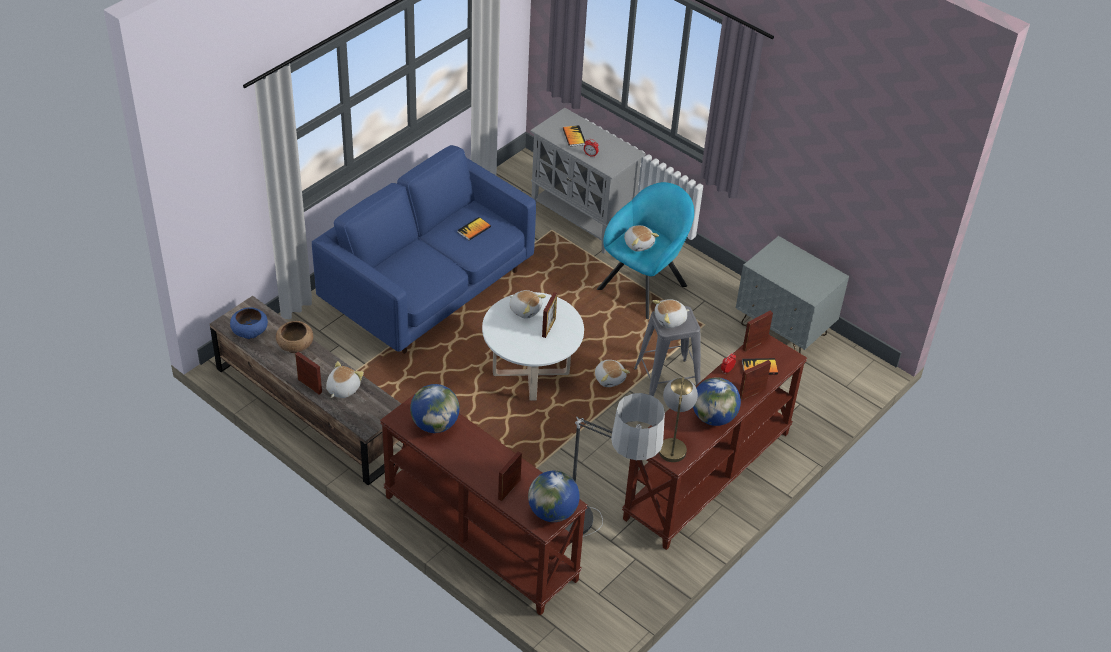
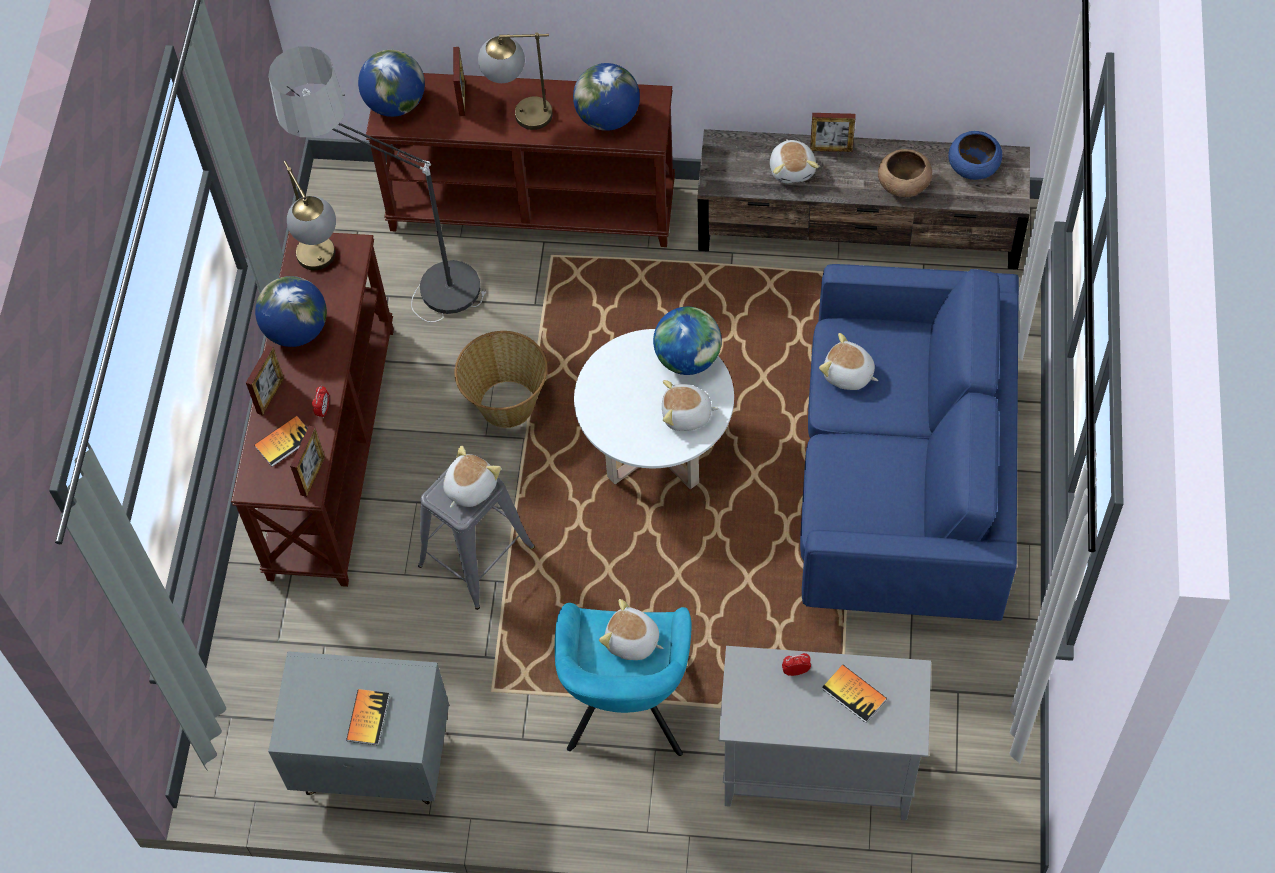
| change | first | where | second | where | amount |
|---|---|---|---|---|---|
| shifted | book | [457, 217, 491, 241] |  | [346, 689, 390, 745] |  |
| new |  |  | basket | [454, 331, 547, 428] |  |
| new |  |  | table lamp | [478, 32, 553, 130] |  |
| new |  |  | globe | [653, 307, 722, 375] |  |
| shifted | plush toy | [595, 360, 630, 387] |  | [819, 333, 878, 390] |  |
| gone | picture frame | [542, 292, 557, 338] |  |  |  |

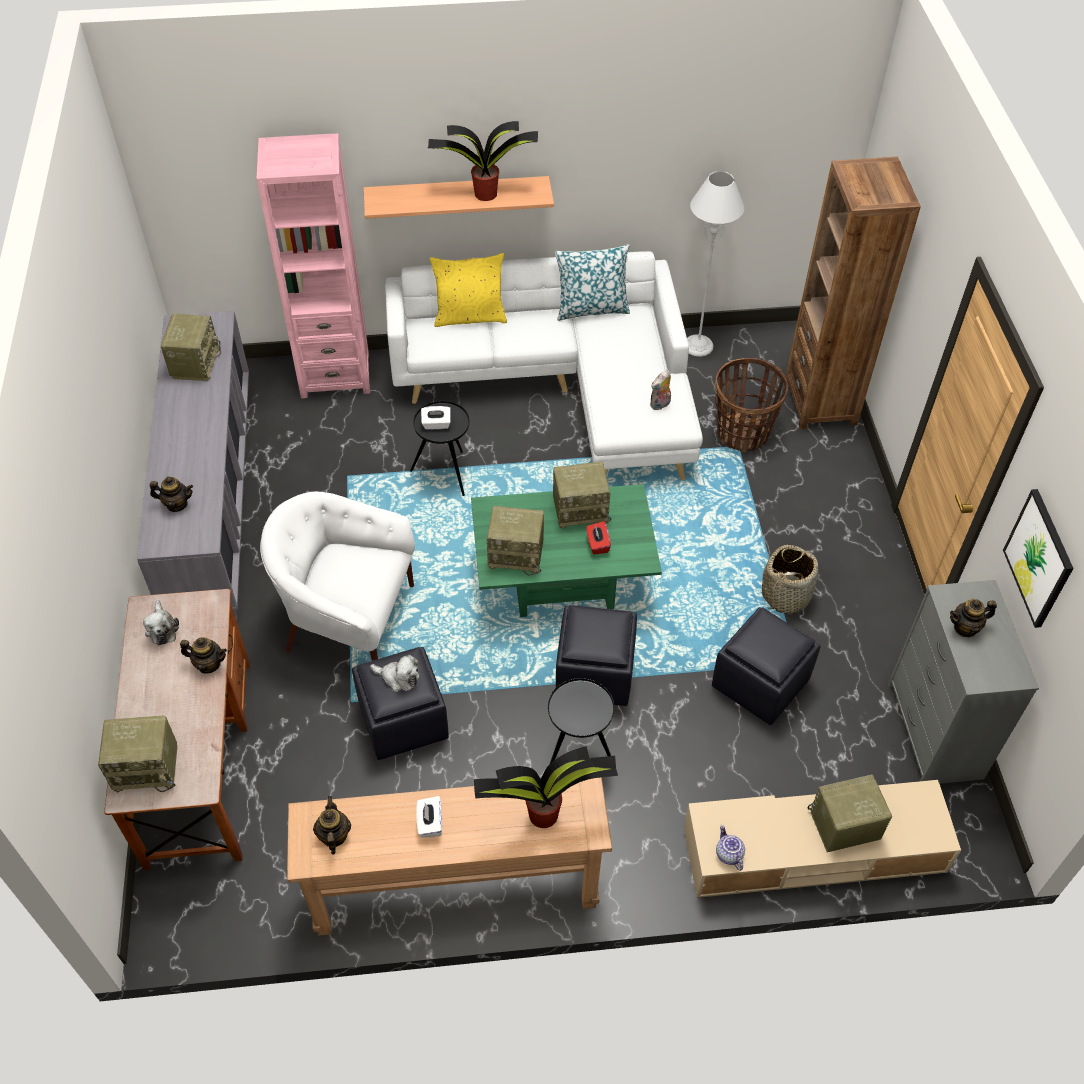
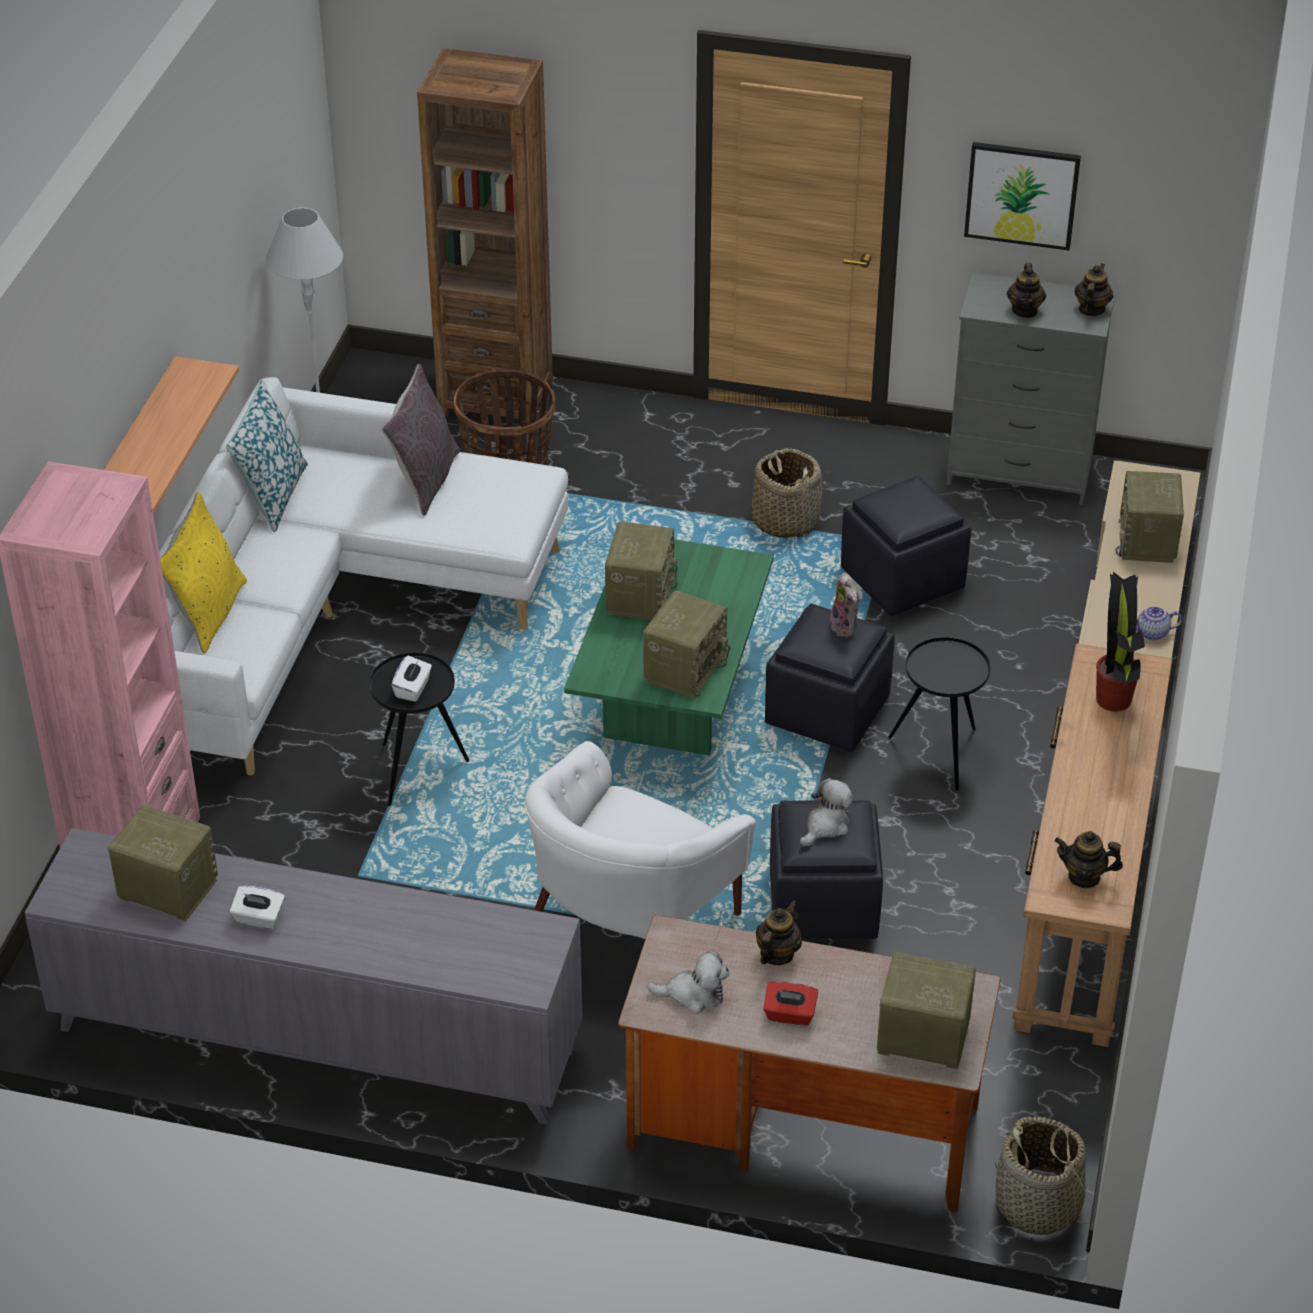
| change | first | where | second | where | amount |
|---|---|---|---|---|---|
| shifted | white tissue box | [417, 796, 442, 837] |  | [230, 886, 285, 930] |  |
| new |  |  | grey pillow | [382, 364, 460, 516] |  |
| shifted | red tissue box | [586, 521, 611, 554] |  | [763, 981, 818, 1026] |  |
| shifted | plush toy | [650, 370, 671, 411] |  | [830, 573, 861, 637] |  |
| rotated | radio | [98, 715, 178, 792] |  | [877, 952, 976, 1069] | 90 degrees counterclockwise |
| new |  |  | basket | [995, 1116, 1093, 1235] |  |
| shifted | teapot | [150, 477, 193, 512] |  | [1075, 263, 1113, 316] |  |
| gone | potted plant | [428, 121, 538, 201] |  |  |  |

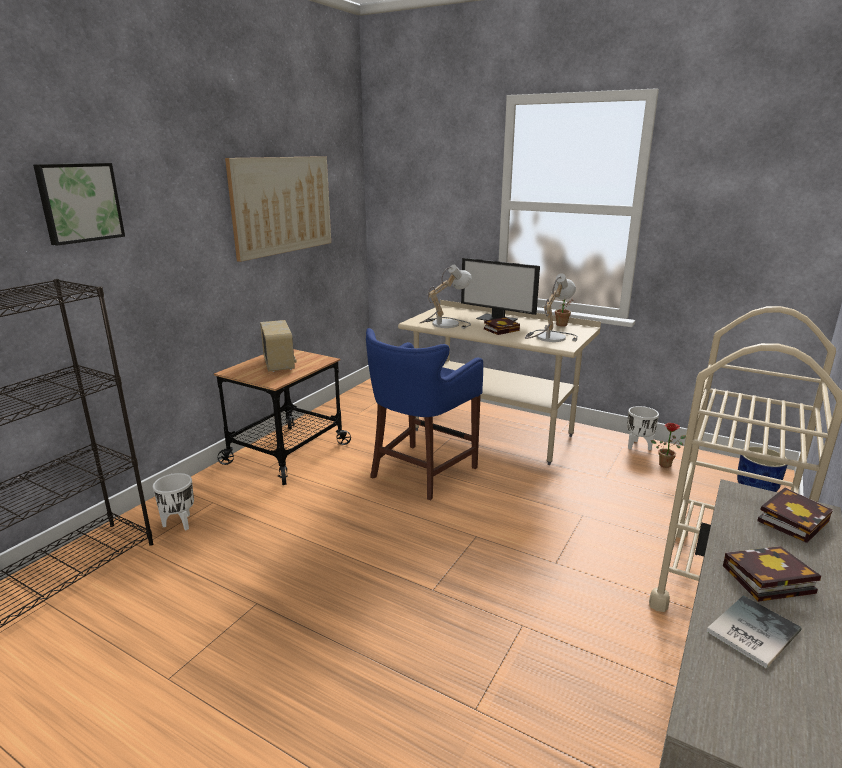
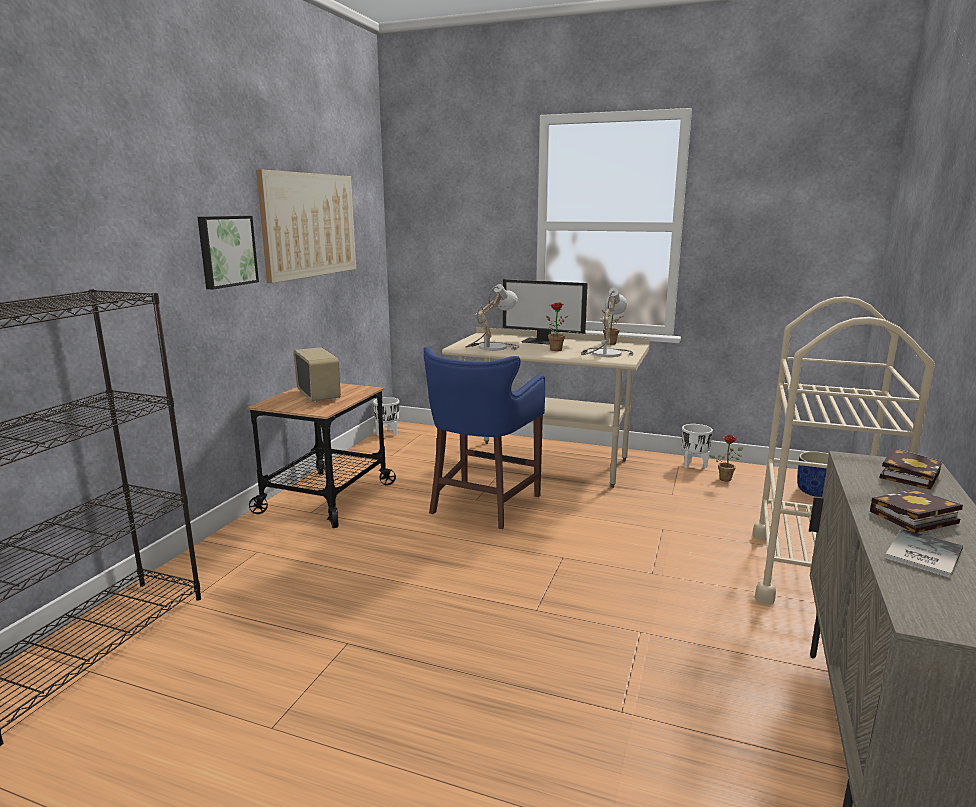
| change | first | where | second | where | amount |
|---|---|---|---|---|---|
| shifted | picture | [33, 163, 125, 246] |  | [197, 216, 259, 289] |  |
| shifted | white planter | [153, 473, 194, 531] |  | [373, 397, 399, 436] |  |
| swapped | book | [484, 317, 520, 335] | potted plant | [546, 303, 568, 351] |  |

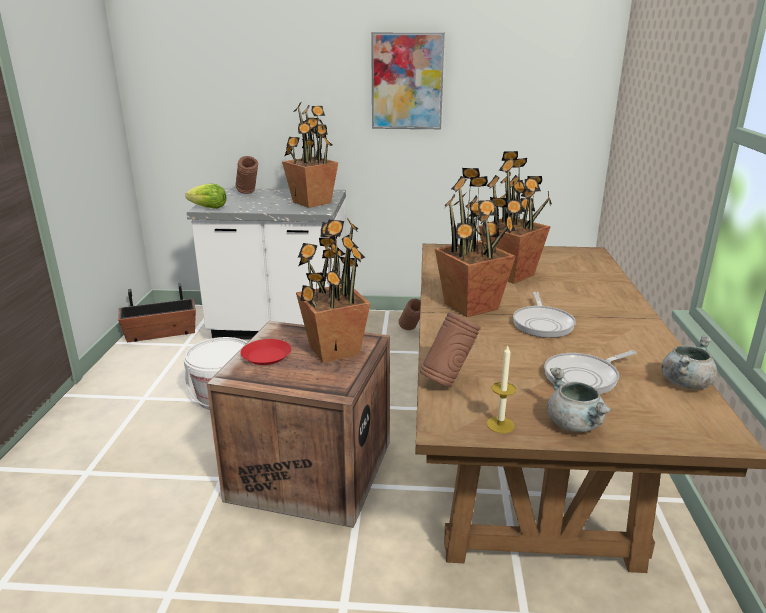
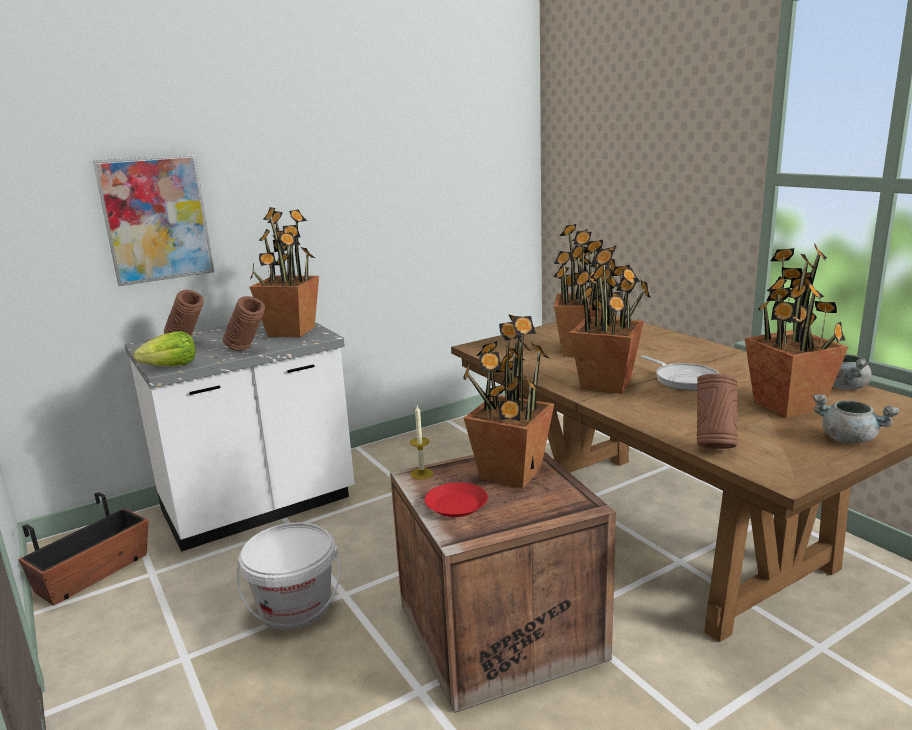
| change | first | where | second | where | amount |
|---|---|---|---|---|---|
| shifted | picture | [371, 32, 445, 129] |  | [93, 154, 214, 286] |  |
| shifted | brown vase | [398, 299, 421, 330] |  | [223, 296, 265, 351] |  |
| shifted | candle | [486, 346, 516, 433] |  | [410, 406, 433, 480] |  |
| swapped | frying pan | [544, 350, 636, 394] | potted plant | [745, 244, 848, 418] |  |

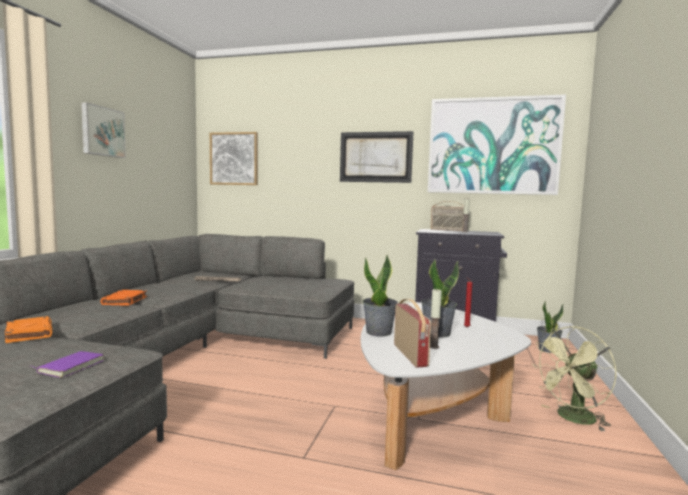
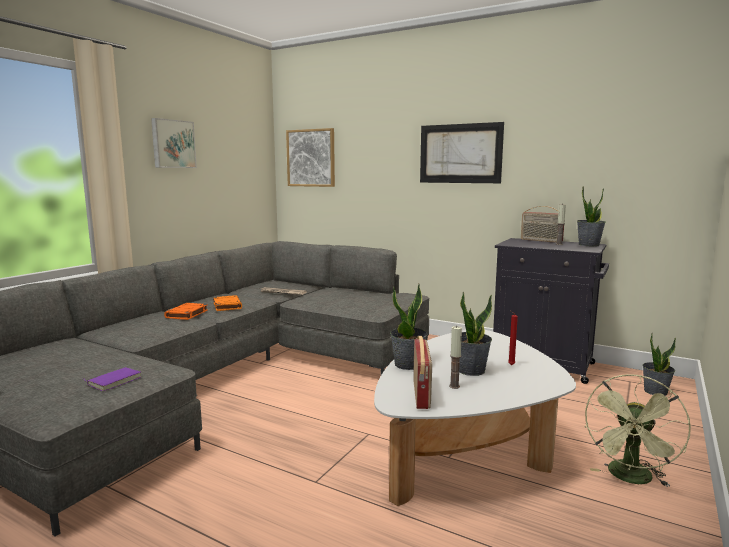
| change | first | where | second | where | amount |
|---|---|---|---|---|---|
| shifted | orange book | [4, 316, 53, 343] |  | [213, 295, 242, 311] |  |
| new |  |  | potted plant | [577, 187, 605, 246] |  |
| rotated | green fan | [532, 326, 617, 432] |  | [585, 374, 691, 487] | 45 degrees counterclockwise |
| gone | picture | [428, 94, 566, 195] |  |  |  |

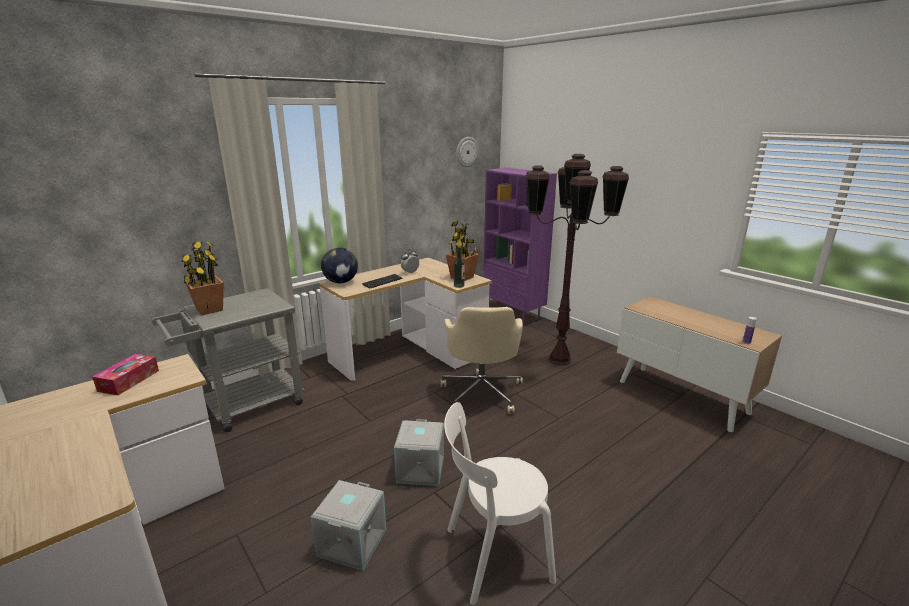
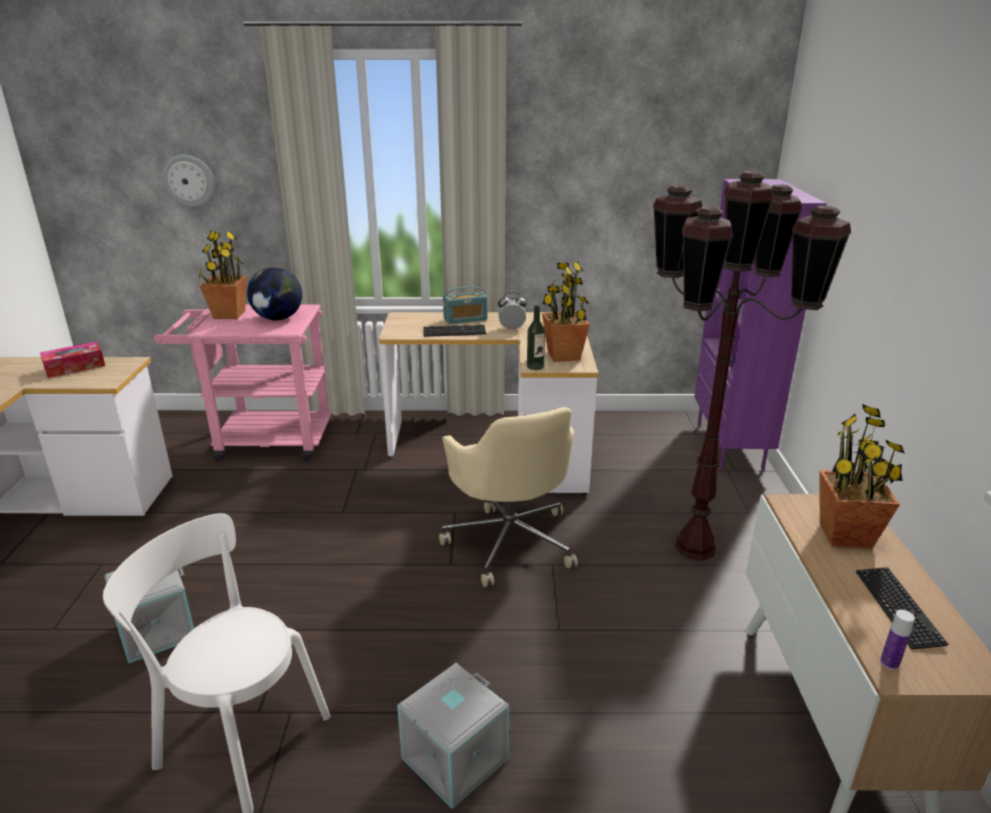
| change | first | where | second | where | amount |
|---|---|---|---|---|---|
| repainted | grey cart | [152, 288, 305, 432] | pink cart | [154, 305, 332, 461] |  |
| shifted | wall clock | [456, 137, 479, 167] |  | [162, 155, 215, 207] |  |
| shifted | globe | [321, 247, 358, 283] |  | [247, 267, 302, 320] |  |
| shifted | grey storage box | [394, 419, 444, 486] |  | [397, 663, 509, 809] |  |
| rotated | beige office chair | [440, 307, 523, 414] |  | [439, 407, 578, 587] | 60 degrees counterclockwise |
| new |  |  | radio | [443, 286, 487, 324] |  |
| new |  |  | potted plant | [819, 404, 905, 549] |  |
| new |  |  | keyboard | [856, 567, 948, 649] |  |

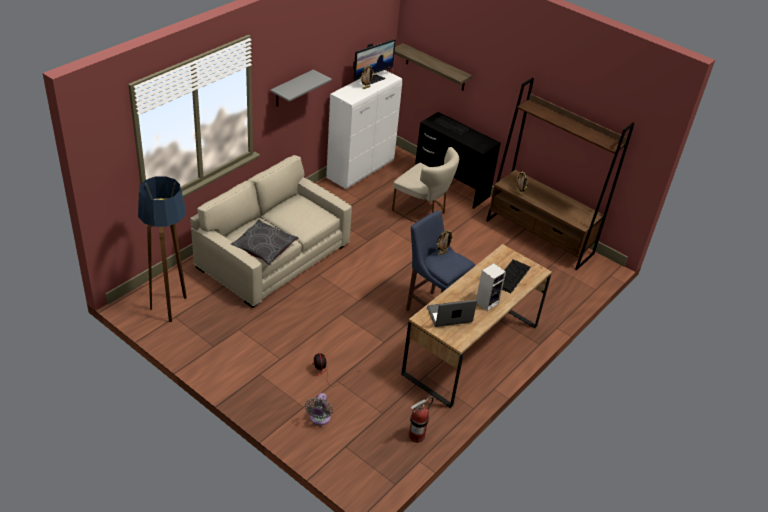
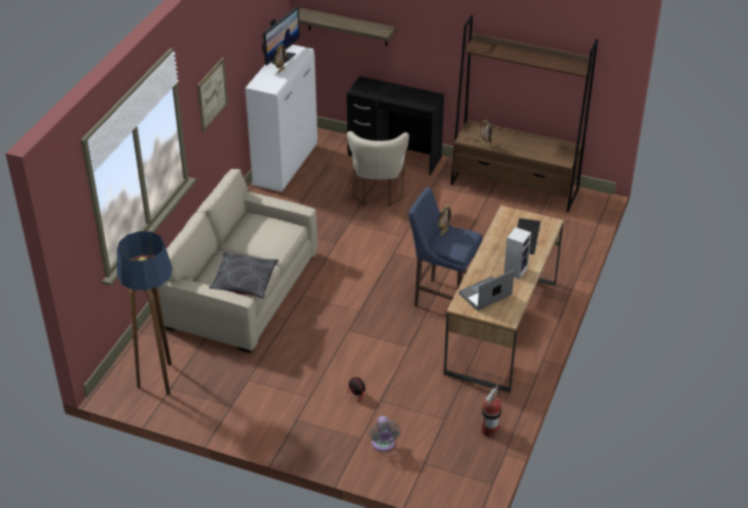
| change | first | where | second | where | amount |
|---|---|---|---|---|---|
| swapped | grey shelf | [270, 69, 332, 106] | picture | [197, 57, 228, 132] |  |
| rotated | beige chair | [392, 147, 459, 223] |  | [347, 131, 409, 206] | 75 degrees clockwise |

